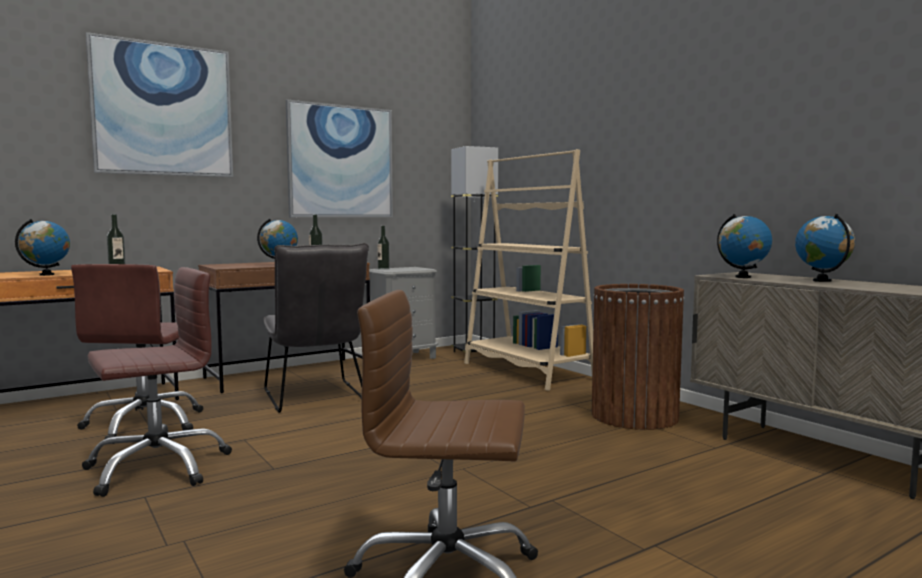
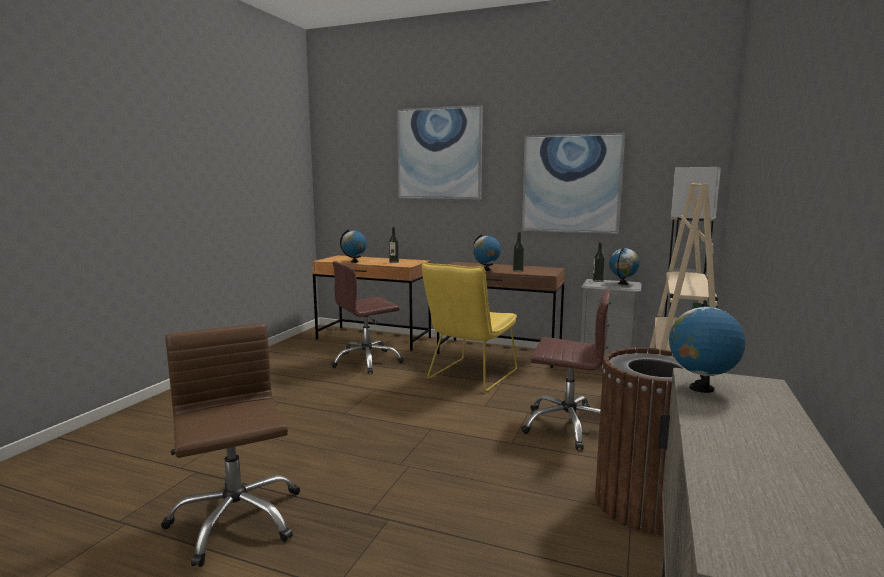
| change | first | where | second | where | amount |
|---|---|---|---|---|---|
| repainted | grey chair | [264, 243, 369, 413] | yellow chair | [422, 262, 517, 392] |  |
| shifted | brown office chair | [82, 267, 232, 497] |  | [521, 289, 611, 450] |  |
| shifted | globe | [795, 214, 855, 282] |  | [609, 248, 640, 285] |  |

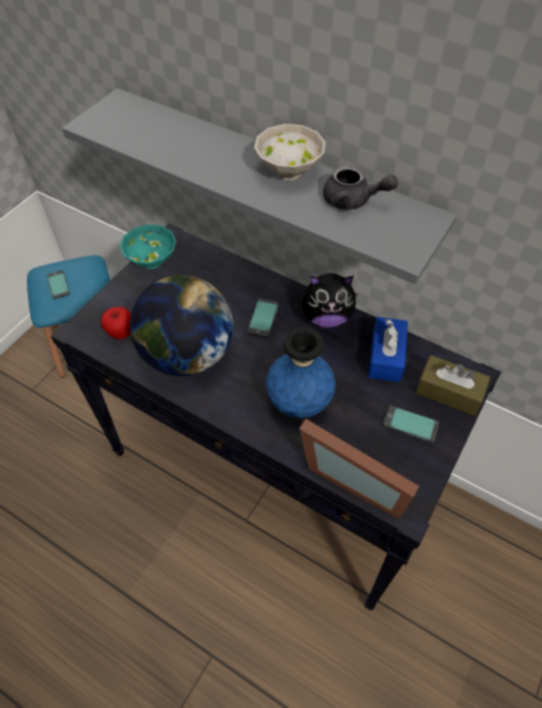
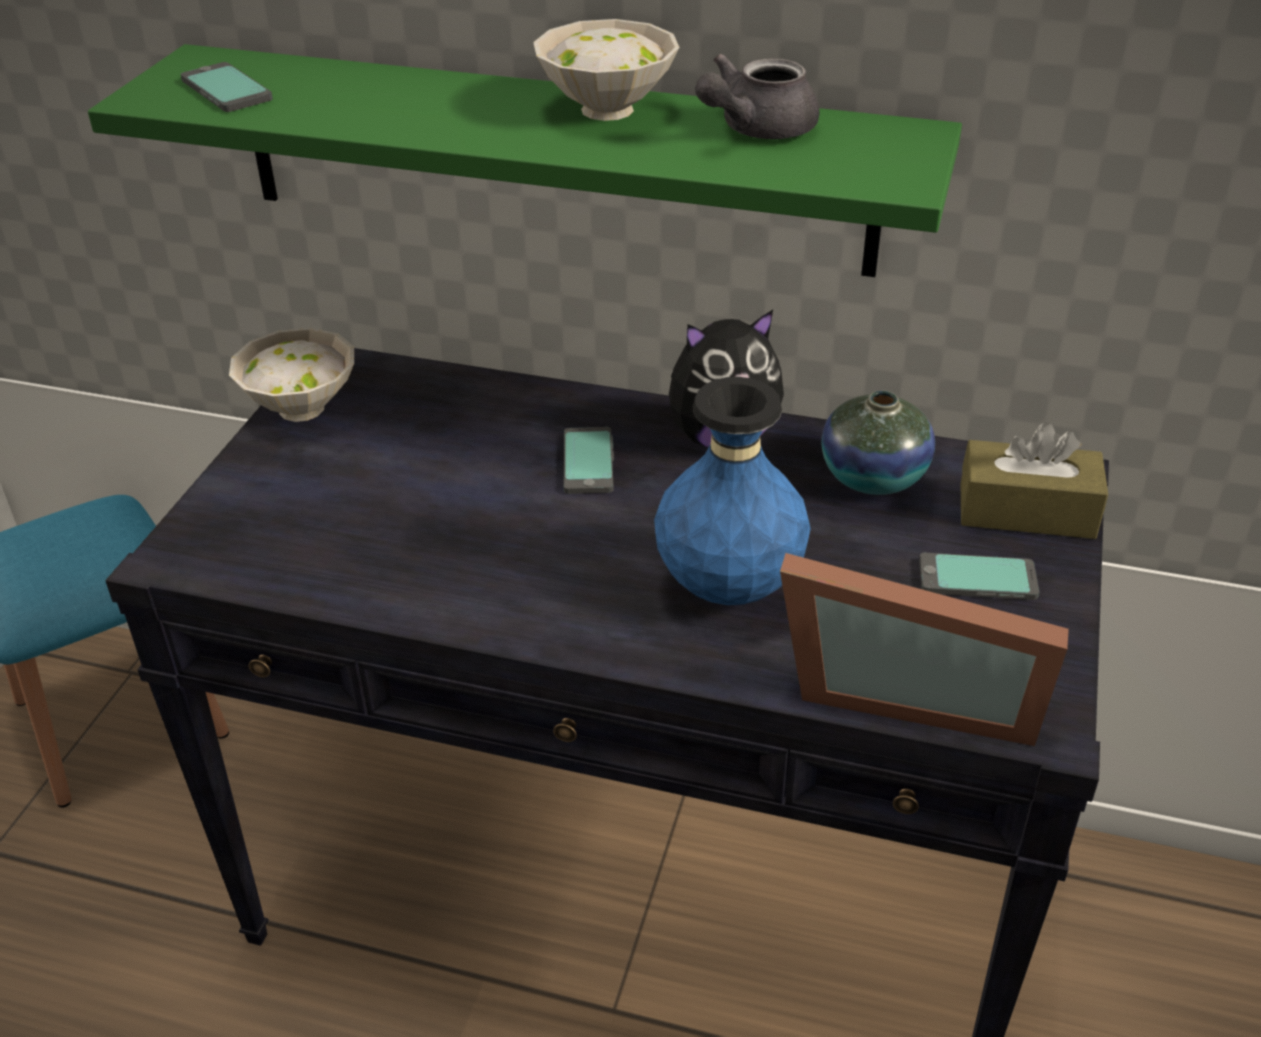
| change | first | where | second | where | amount |
|---|---|---|---|---|---|
| repainted | grey shelf | [62, 88, 457, 284] | green shelf | [88, 44, 962, 277] |  |
| shifted | phone | [47, 270, 70, 299] |  | [181, 62, 273, 112] |  |
| repainted | turquoise bowl | [120, 224, 176, 269] | white bowl | [229, 328, 354, 422] |  |
| rotated | grey teapot | [323, 165, 398, 210] |  | [695, 54, 820, 139] | 135 degrees clockwise |
| swapped | blue tissue box | [368, 317, 408, 382] | vase | [821, 390, 935, 495] |  |
| gone | apple | [101, 307, 131, 340] |  |  |  |
| gone | globe | [130, 274, 233, 377] |  |  |  |

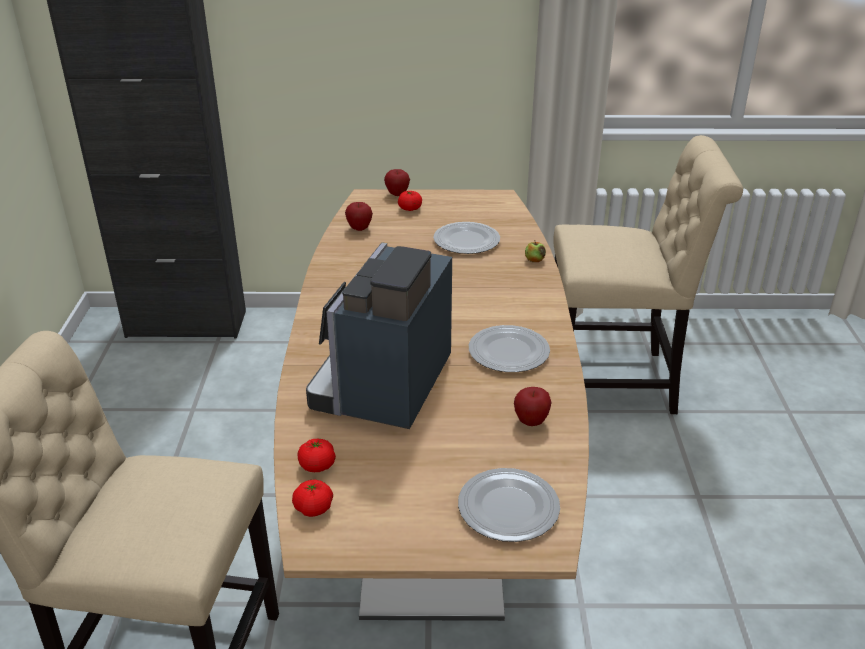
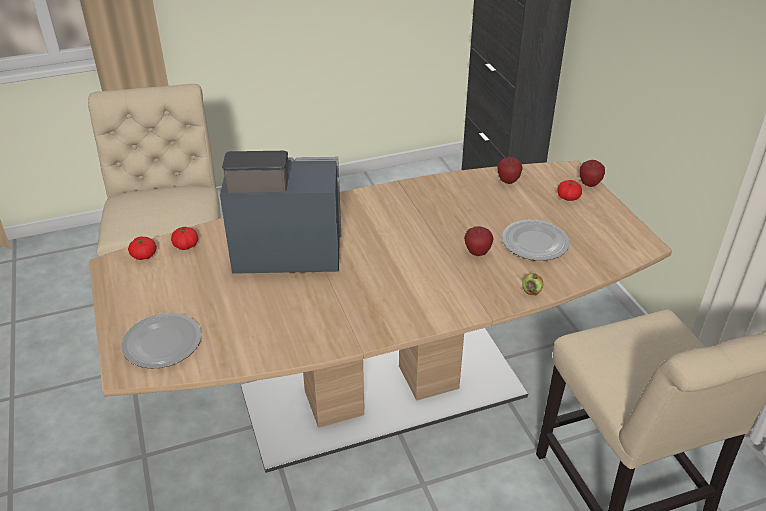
| change | first | where | second | where | amount |
|---|---|---|---|---|---|
| shifted | apple | [514, 387, 551, 426] |  | [464, 226, 494, 256] |  |
| gone | plate | [469, 325, 550, 372] |  |  |  |

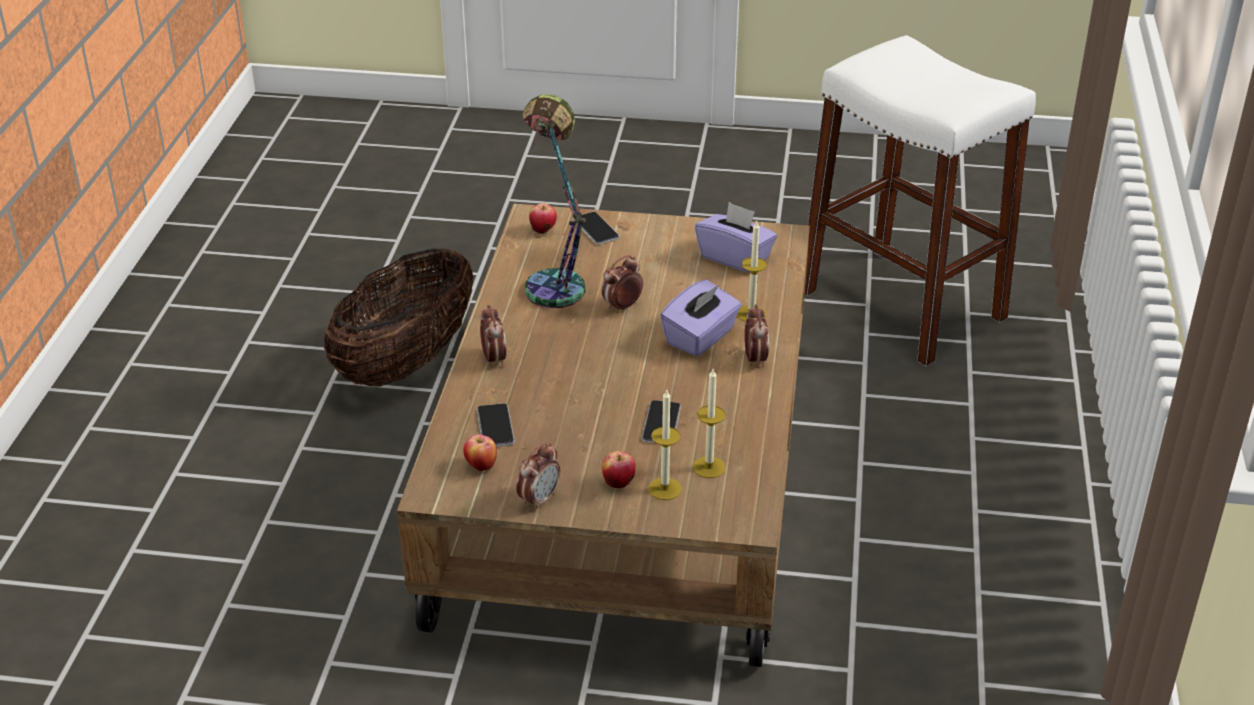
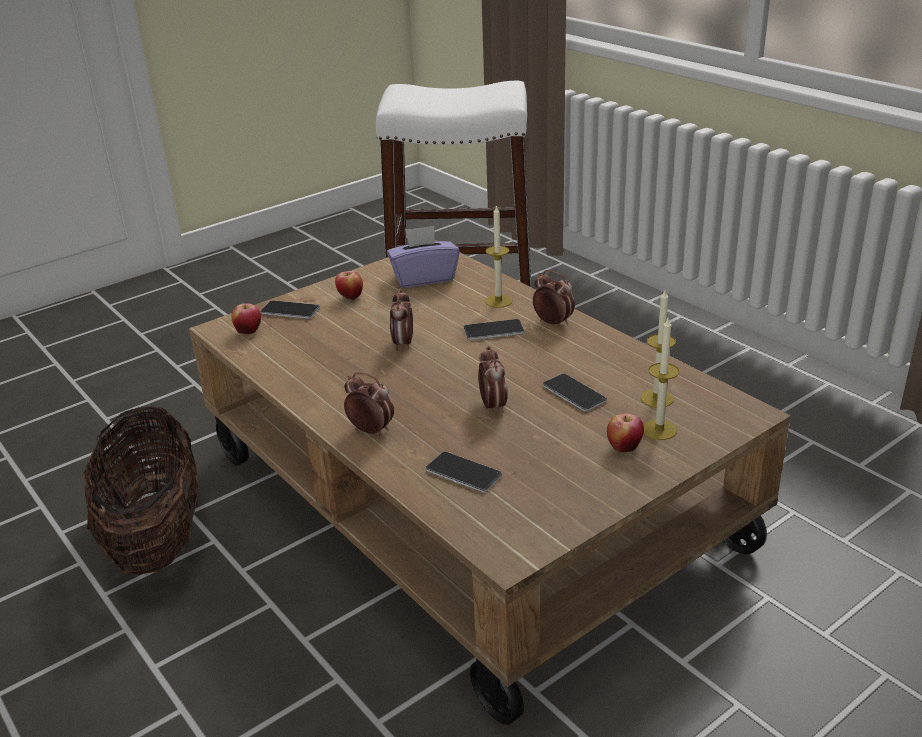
| change | first | where | second | where | amount |
|---|---|---|---|---|---|
| shifted | apple | [463, 434, 497, 472] |  | [335, 271, 363, 301] |  |
| swapped | purple tissue box | [660, 280, 742, 356] | phone | [464, 319, 525, 340] |  |
| shifted | alarm clock | [516, 443, 560, 511] |  | [478, 346, 508, 414] |  |
| gone | table lamp | [522, 94, 587, 308] |  |  |  |

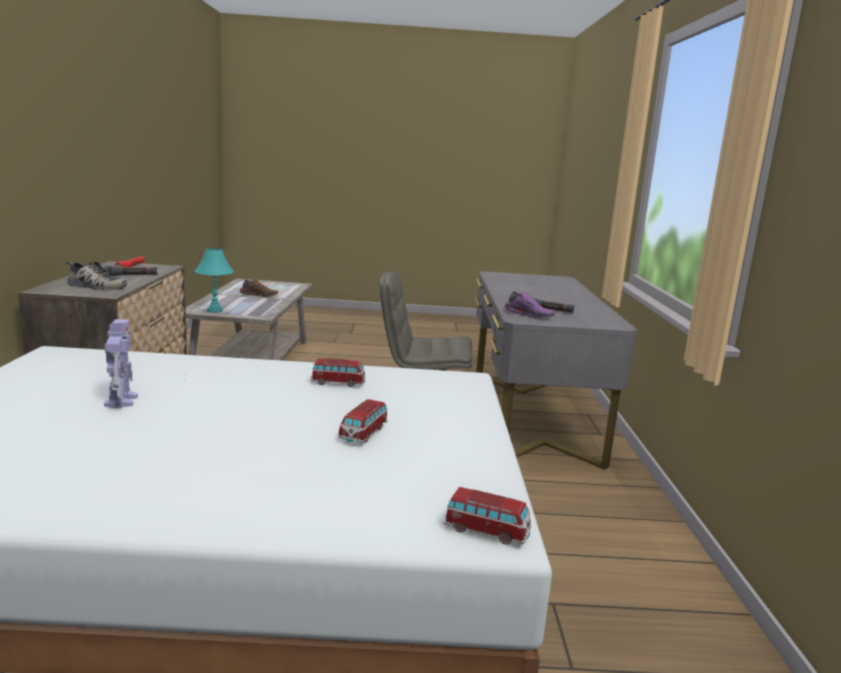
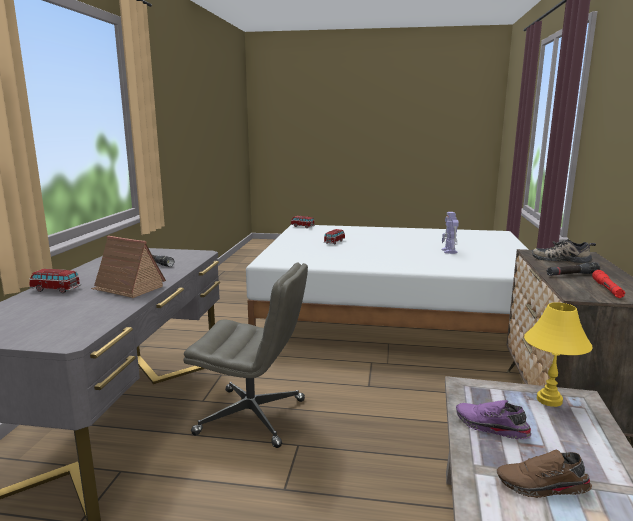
| change | first | where | second | where | amount |
|---|---|---|---|---|---|
| shifted | toy car | [311, 358, 365, 387] |  | [29, 269, 81, 293] |  |
| new |  |  | toy house | [91, 236, 166, 298] |  |
| shifted | purple shoe | [504, 291, 555, 319] |  | [456, 400, 532, 439] |  |
| repainted | turquoise table lamp | [194, 248, 234, 313] | yellow table lamp | [524, 302, 593, 407] |  |

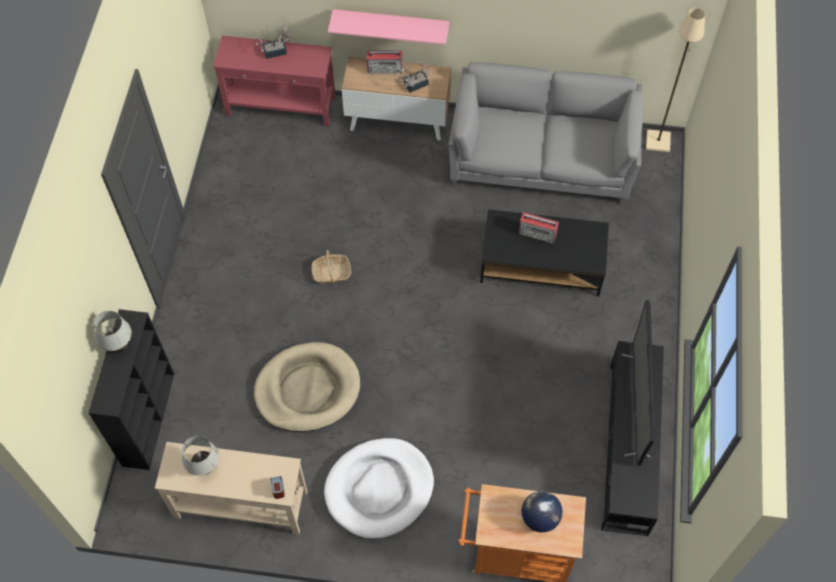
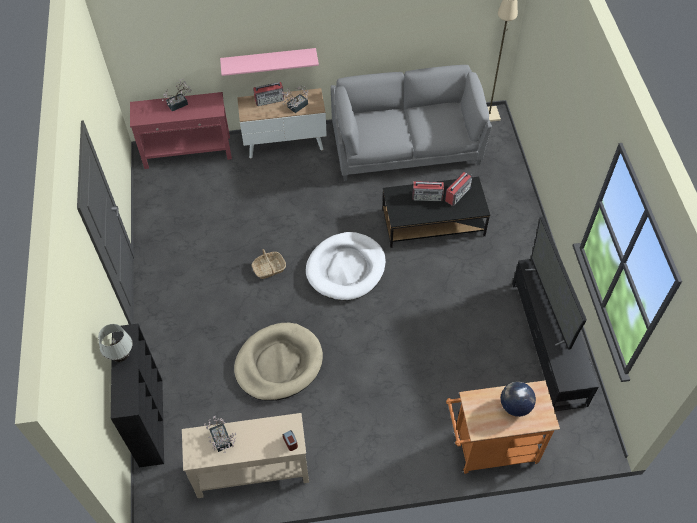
| change | first | where | second | where | amount |
|---|---|---|---|---|---|
| swapped | white table lamp | [182, 436, 219, 476] | potted plant | [204, 416, 236, 453] |  |
| shifted | white dog bed | [324, 438, 434, 539] |  | [306, 232, 386, 301] |  |
| new |  |  | radio | [445, 172, 472, 205] |  |

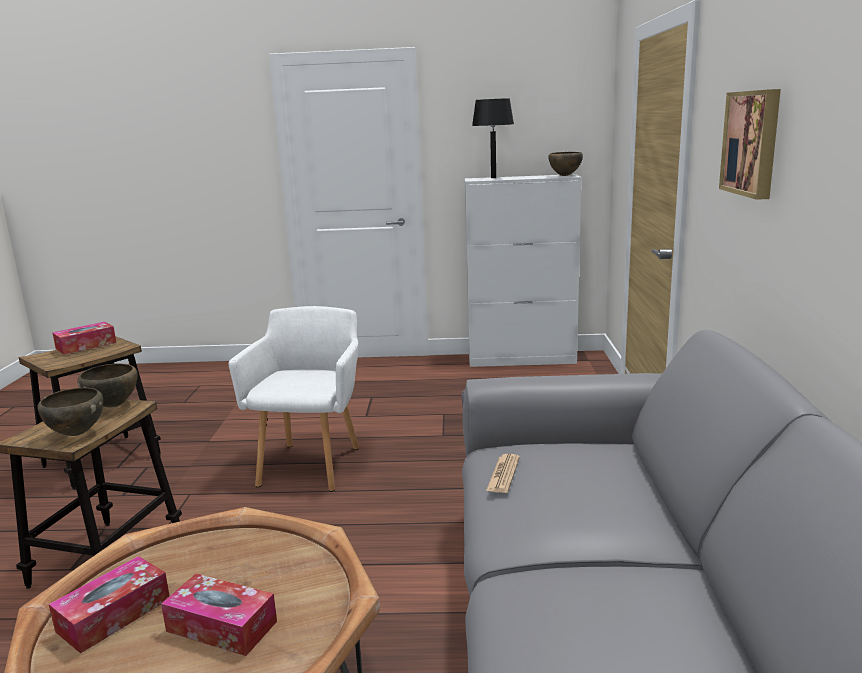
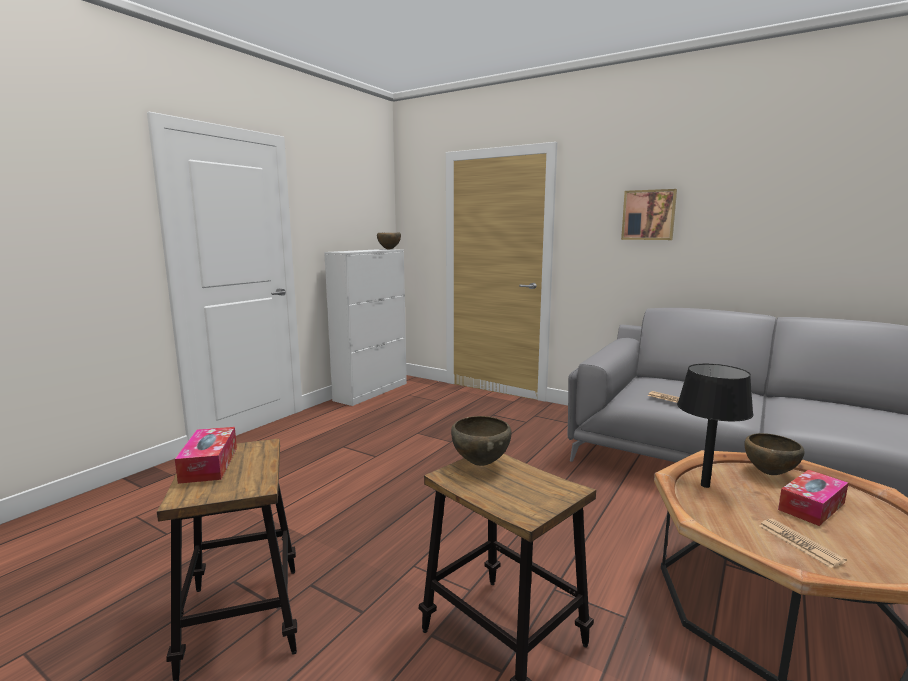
| change | first | where | second | where | amount |
|---|---|---|---|---|---|
| shifted | black table lamp | [472, 98, 514, 178] |  | [677, 364, 754, 488] |  |
| shifted | brown bowl | [37, 388, 103, 436] |  | [744, 433, 804, 475] |  |
| swapped | tissue box | [49, 556, 170, 653] | newspaper | [759, 519, 847, 568] |  |
| gone | white armchair | [228, 306, 359, 491] |  |  |  |

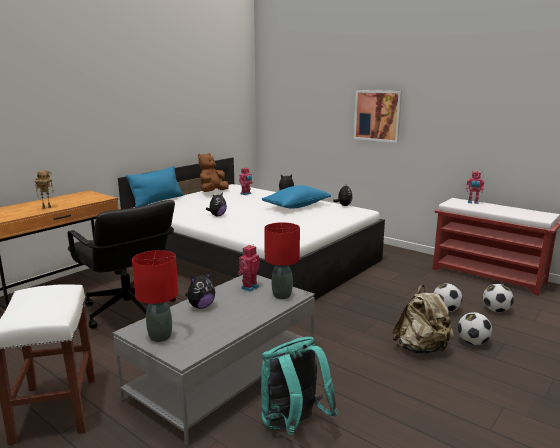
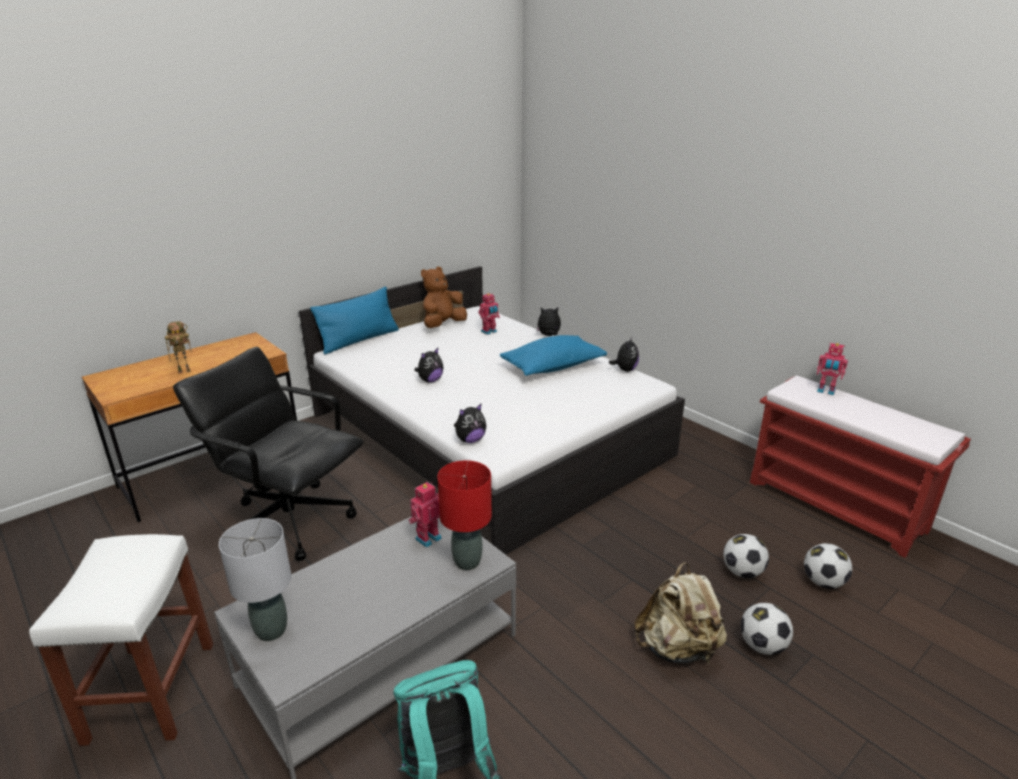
| change | first | where | second | where | amount |
|---|---|---|---|---|---|
| rotated | black office chair | [68, 200, 176, 329] |  | [173, 347, 364, 561] | 150 degrees clockwise |
| repainted | red table lamp | [132, 250, 178, 342] | grey table lamp | [219, 518, 291, 641] |  |
| shifted | plush toy | [185, 272, 215, 309] |  | [454, 404, 486, 443] |  |
| gone | picture | [354, 90, 402, 143] |  |  |  |

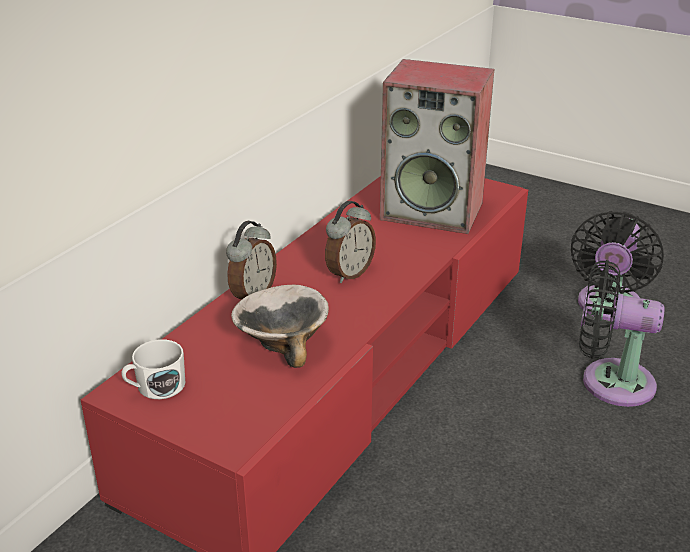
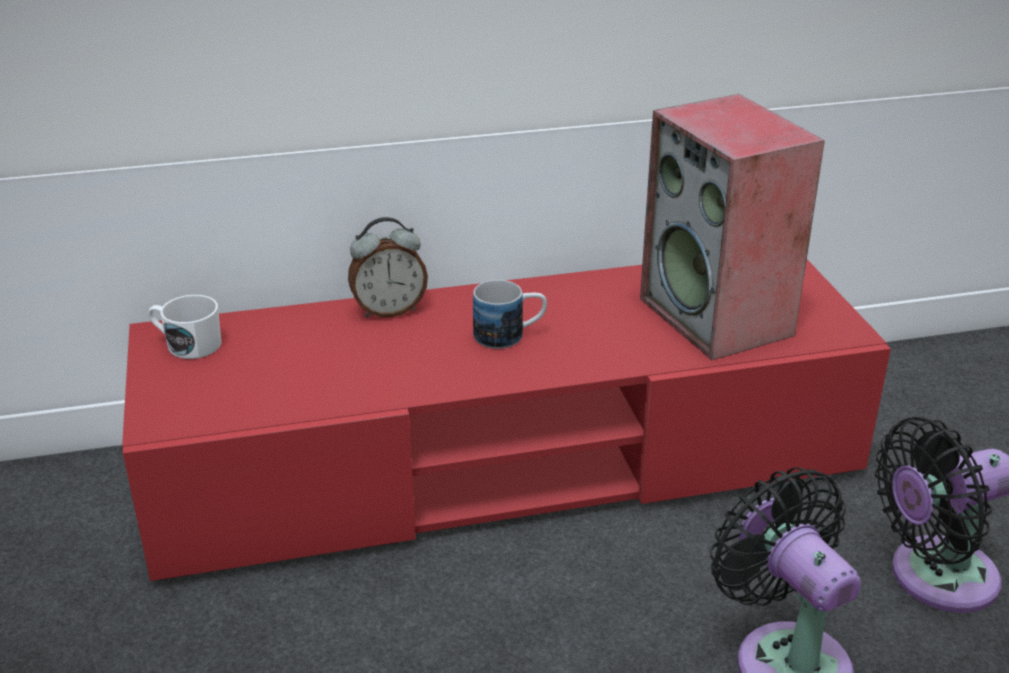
| change | first | where | second | where | amount |
|---|---|---|---|---|---|
| swapped | alarm clock | [325, 201, 376, 283] | mug | [473, 280, 547, 349] |  |
| gone | bowl | [231, 285, 329, 368] |  |  |  |

